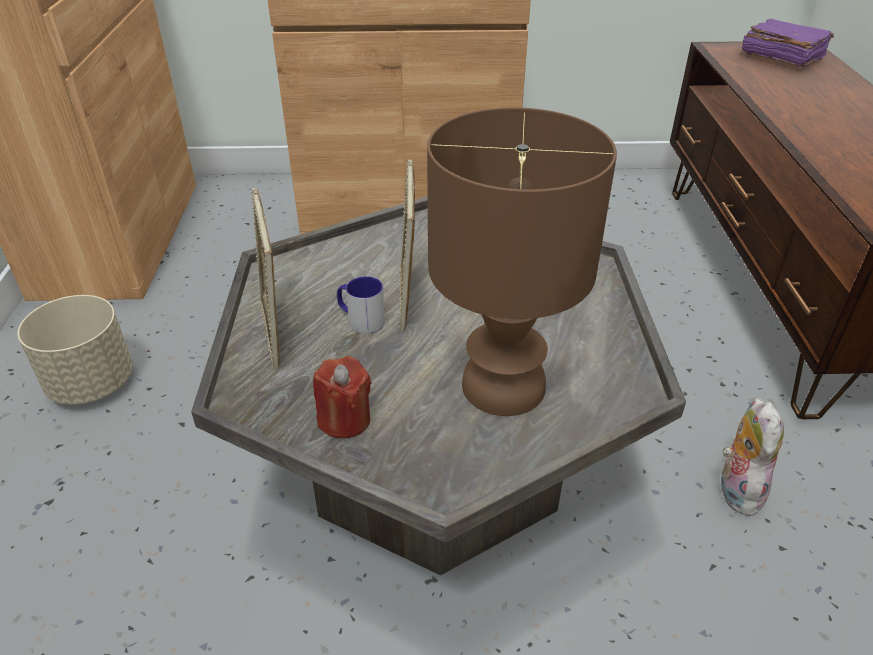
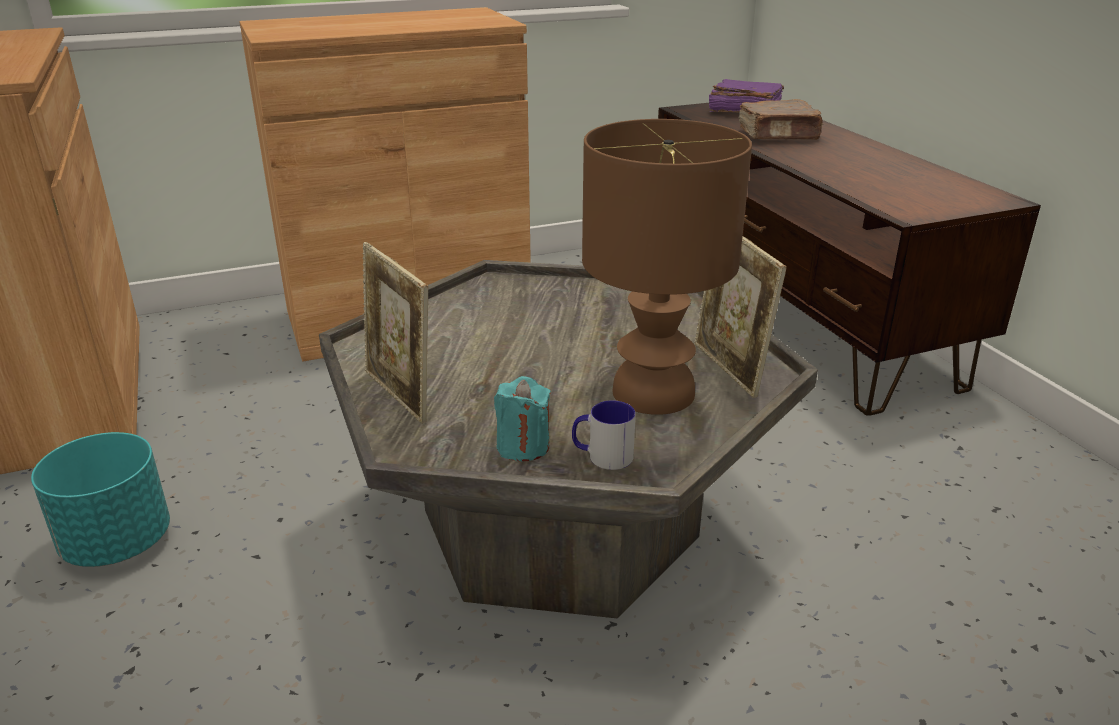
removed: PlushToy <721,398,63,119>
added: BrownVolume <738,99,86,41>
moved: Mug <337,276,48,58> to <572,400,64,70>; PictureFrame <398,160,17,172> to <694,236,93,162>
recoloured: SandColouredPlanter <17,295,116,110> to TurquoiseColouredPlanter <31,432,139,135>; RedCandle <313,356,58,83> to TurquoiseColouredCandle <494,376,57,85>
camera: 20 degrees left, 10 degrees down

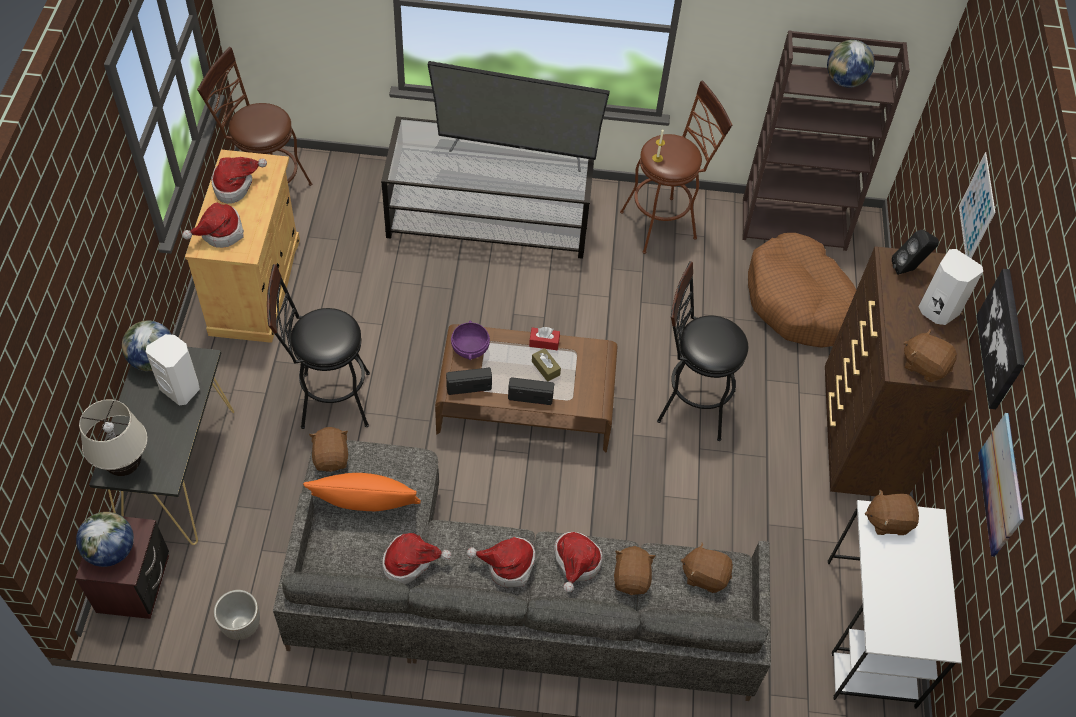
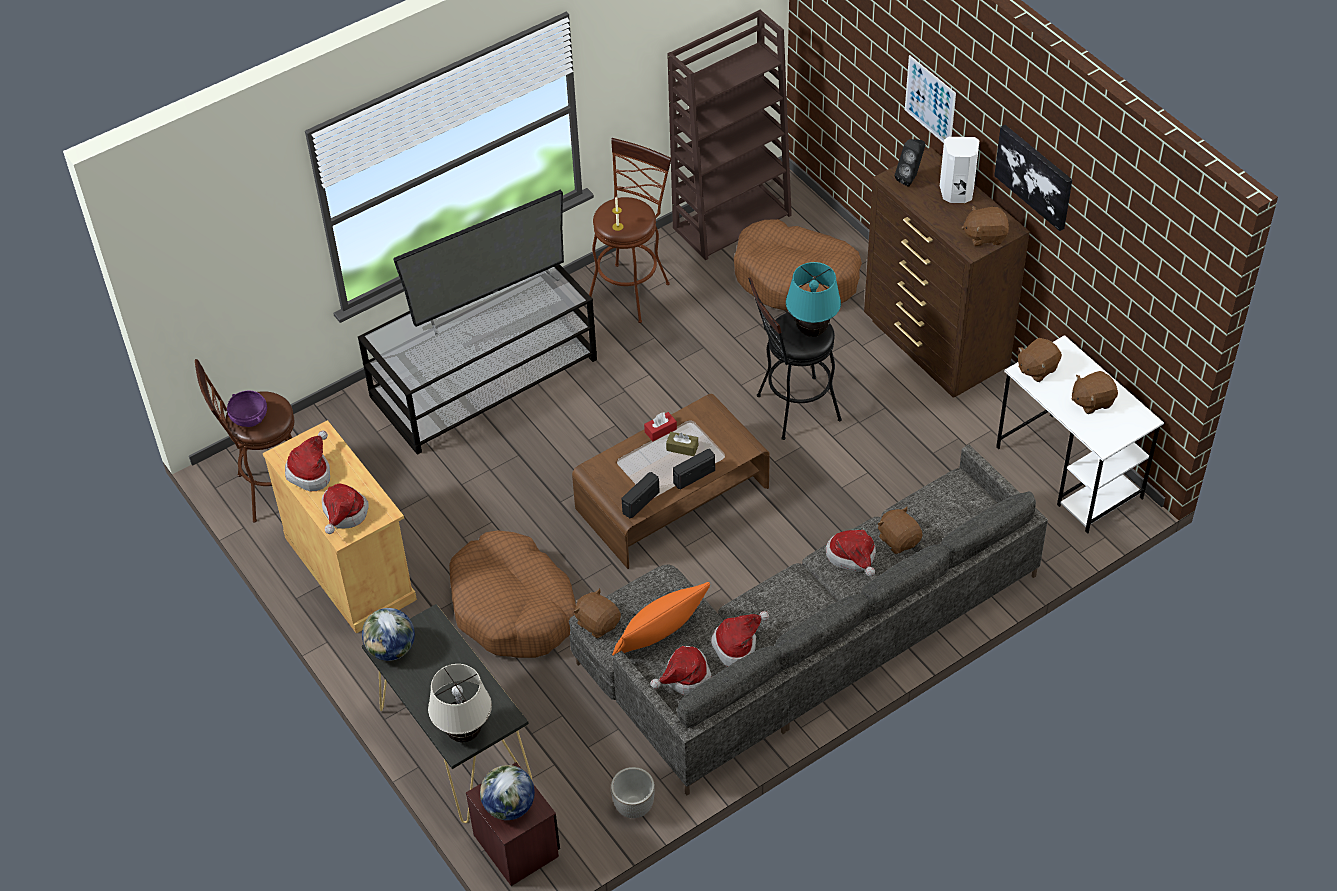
removed: WhiteLoudspeaker <146,334,54,71>; DeskGlobe <827,40,48,48>; WallPicture <978,413,46,144>
added: TurquoiseColouredTableLamp <786,262,55,75>
moved: PurpleColouredServingBowl <451,321,39,39> to <227,391,40,36>; ClothingHat <467,537,69,50> to <650,646,61,49>; BrownPlushToy <681,542,52,51> to <1071,371,47,43>
replaced: BlackStoolSeat <267,264,103,165> to BrownDogBed <449,530,127,128>
camera: 35 degrees left, 5 degrees down

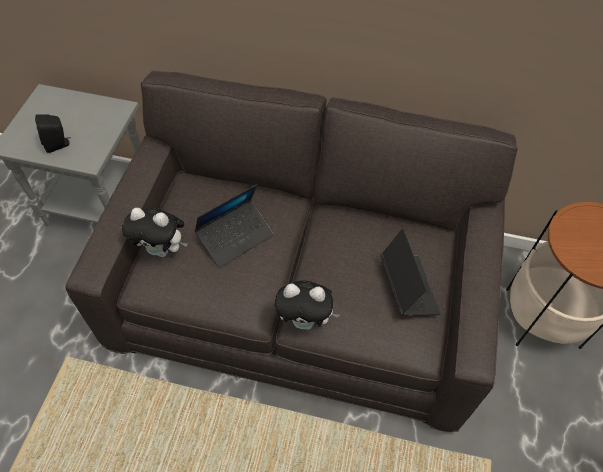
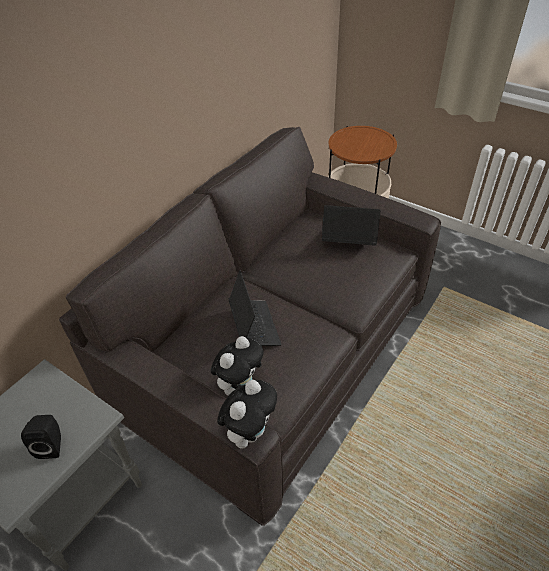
moved: PlushToy <275,280,65,50> to <217,380,60,68>
camera: 65 degrees left, 10 degrees down

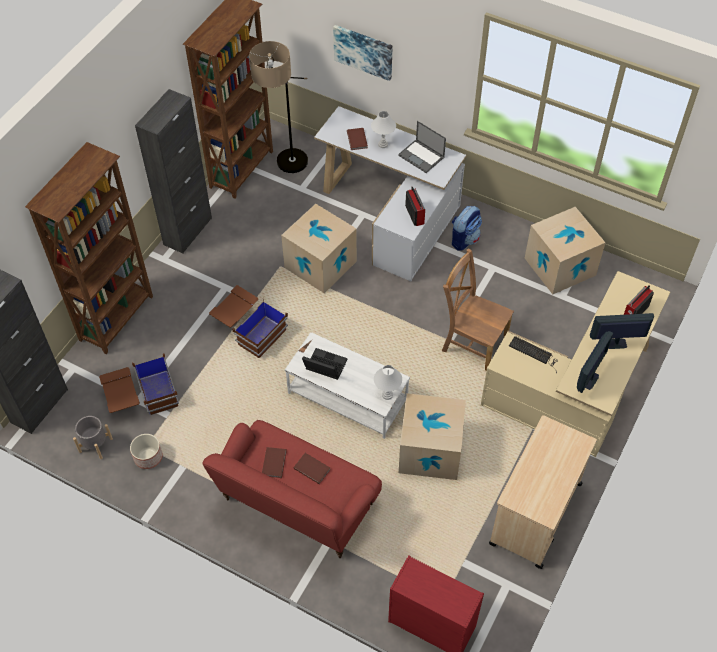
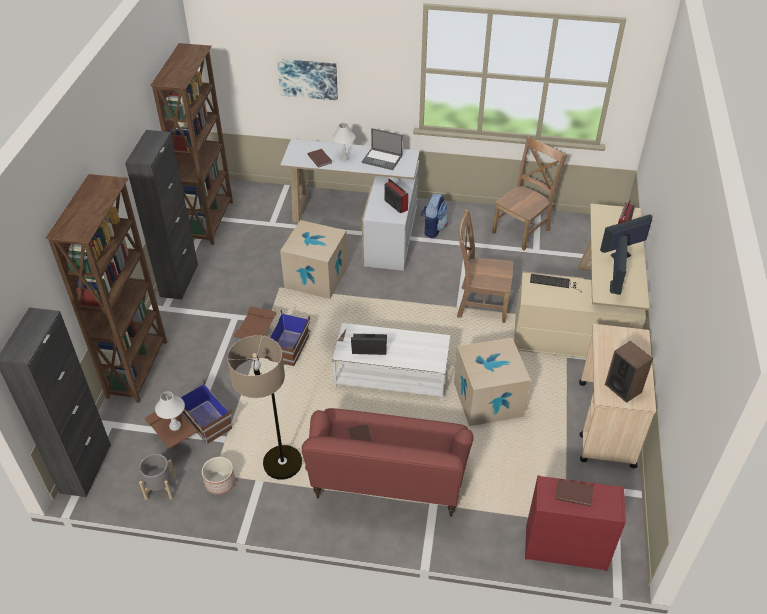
added: Loudspeaker <605,341,48,62>
moved: FloorLamp <249,41,59,132> to <227,335,75,144>; BrownVolume <293,453,38,31> to <555,479,38,28>; WhiteTableLamp <374,365,28,35> to <155,391,30,40>
replaced: CardboardBox <525,207,81,87> to BrownPlainChair <492,136,76,114>
camera: 20 degrees left, 10 degrees down

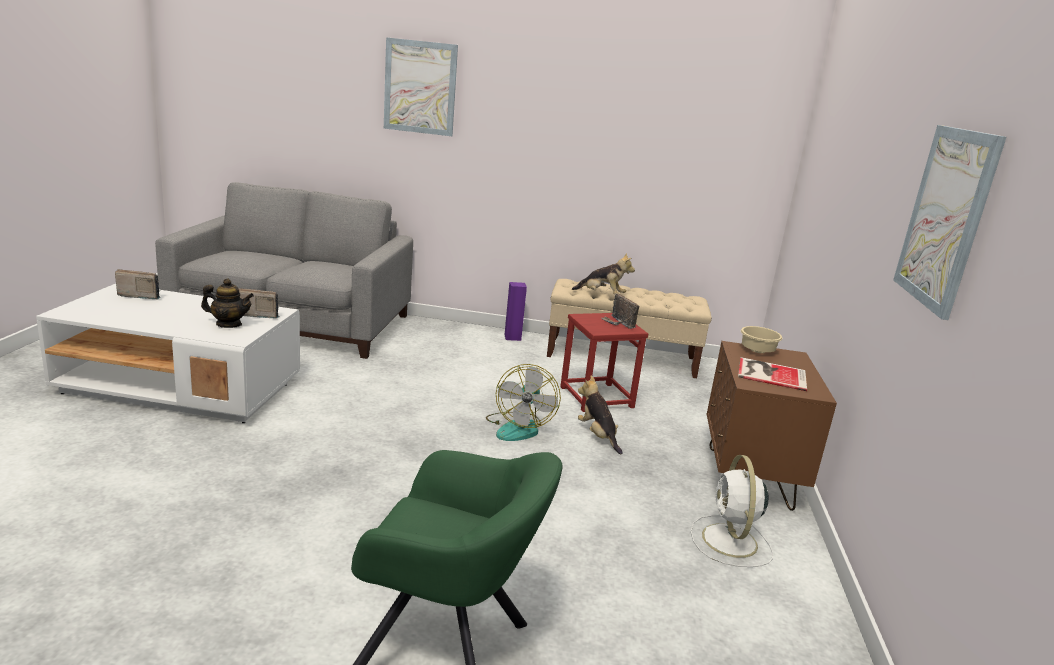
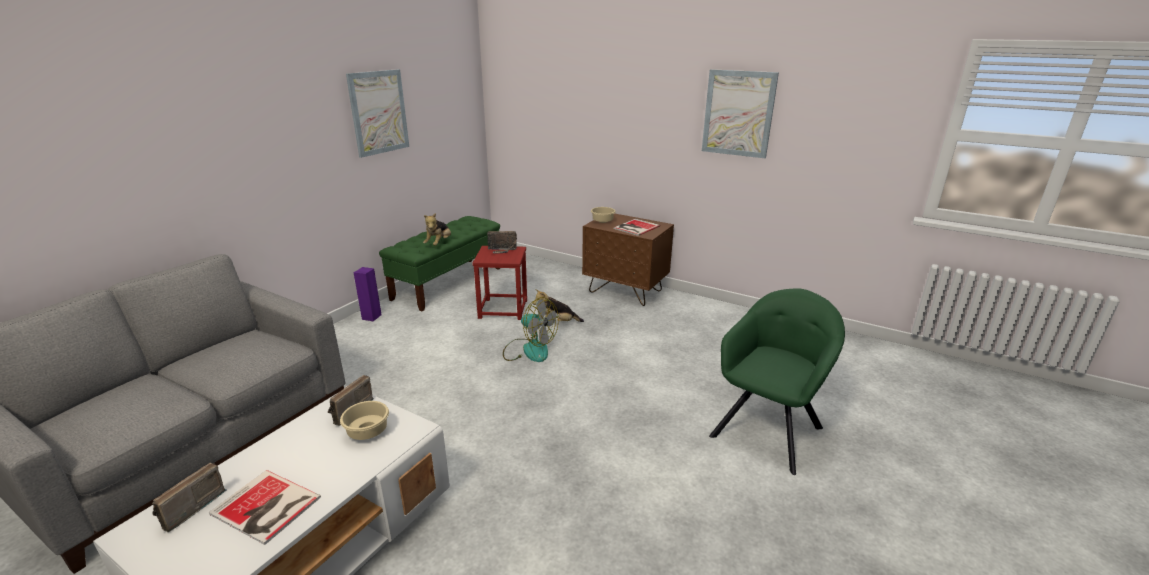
removed: WhiteElectricFan <691,455,82,112>
added: Volume <209,470,112,75>
moved: WallPicture <384,37,74,99> to <346,69,63,89>
replaced: TeaPot <201,278,53,50> to SandColouredServingBowl <340,401,49,39>
recoloured: SandColouredBench <547,279,165,99> to GreenishBench <379,216,121,95>
turned: PlushToy <572,253,63,42> = <423,213,28,33> 150 degrees clockwise
camera: 65 degrees left, 5 degrees up

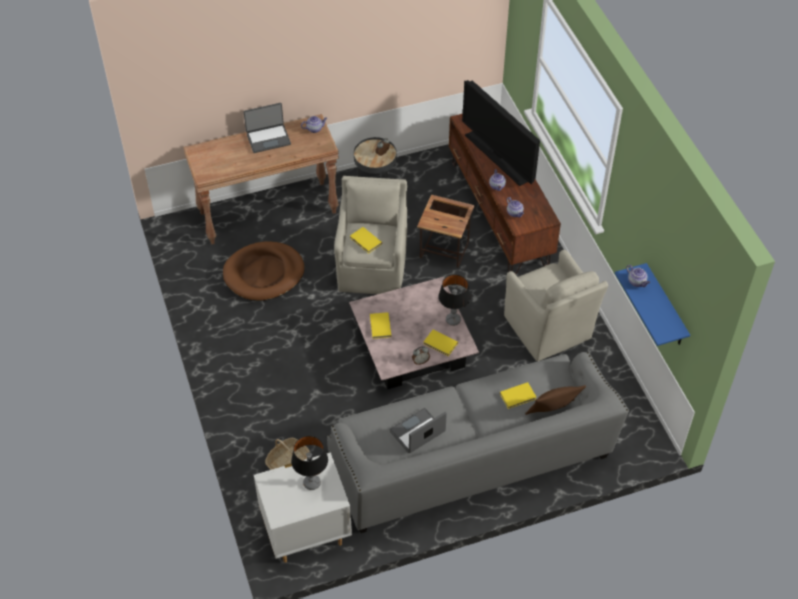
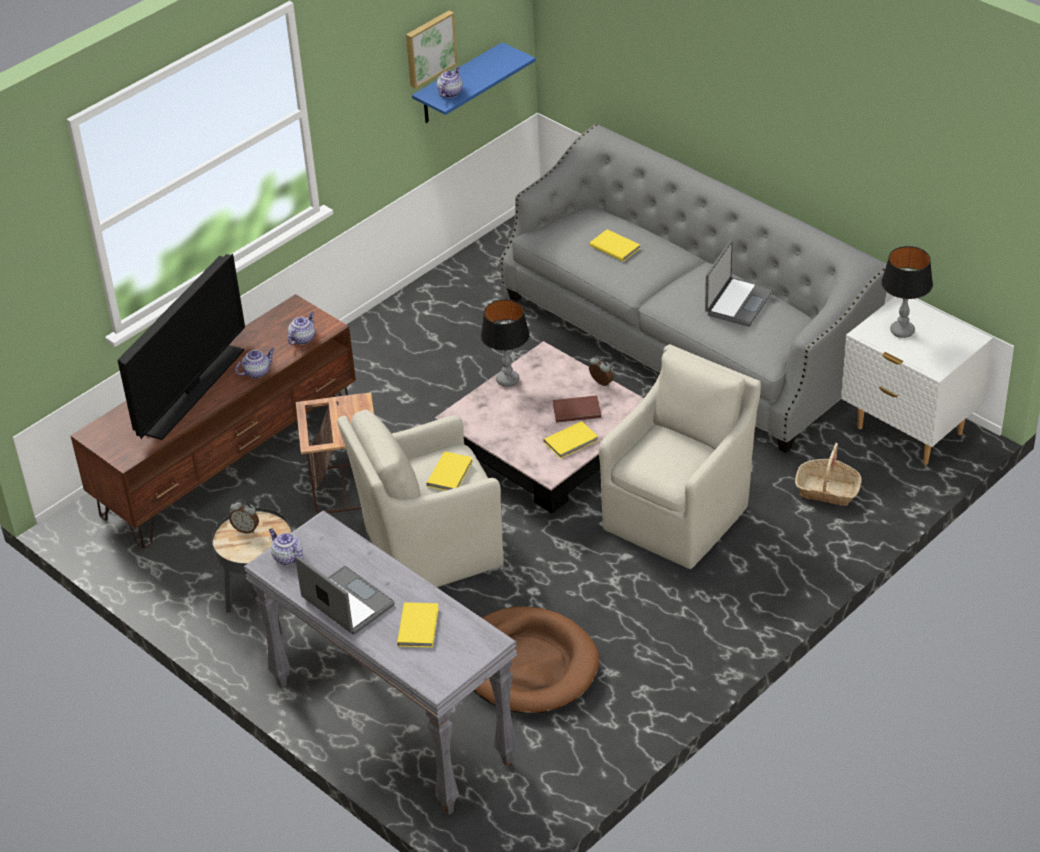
removed: BrownThrowPillow <525,385,61,30>
added: WallPicture <406,10,52,79>; BrownVolume <553,395,48,28>
moved: YellowVolume <424,330,34,26> to <397,602,42,46>; SandColouredLoungeChair <504,250,104,112> to <599,344,162,225>
recoloured: BrownNarrowTable <183,114,156,131> to GreyNarrowTable <244,510,274,305>
turned: NotebookComputer <390,408,57,45> = <705,240,69,87> 90 degrees counterclockwise
camera: 115 degrees left, 10 degrees down

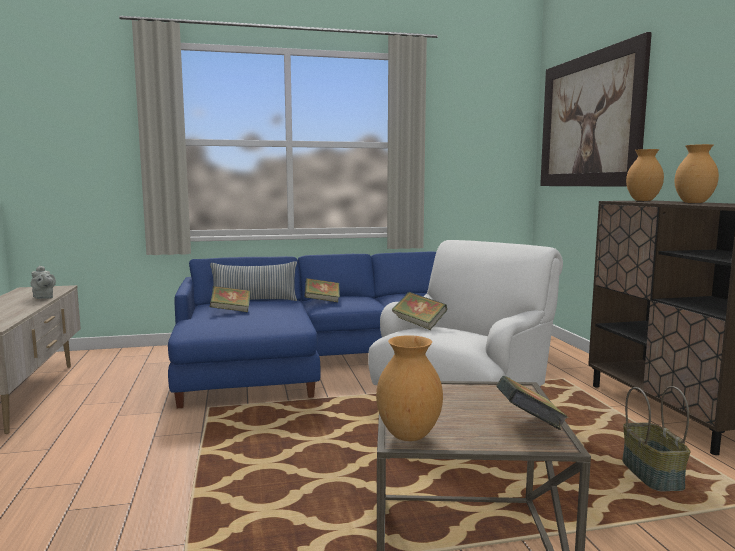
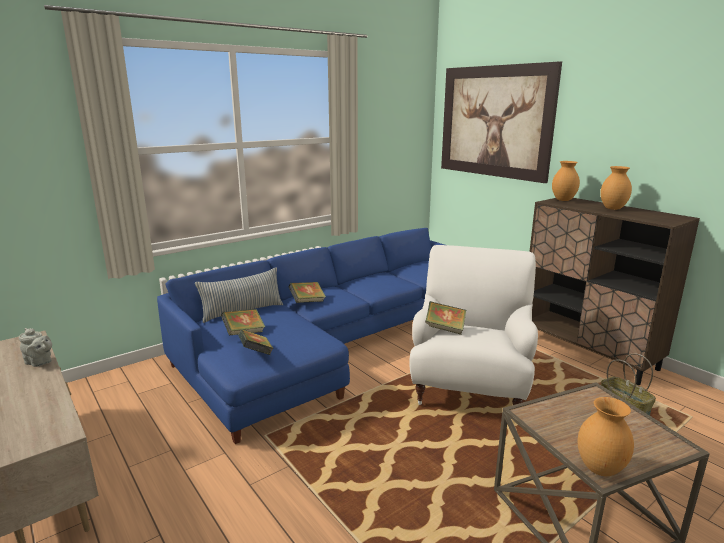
moved: Volume <496,376,73,54> to <238,329,36,26>
camera: 25 degrees left, 10 degrees up

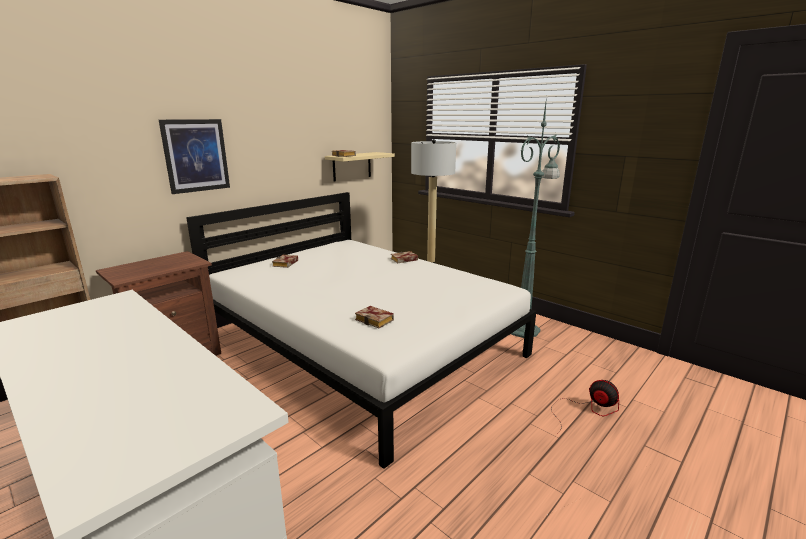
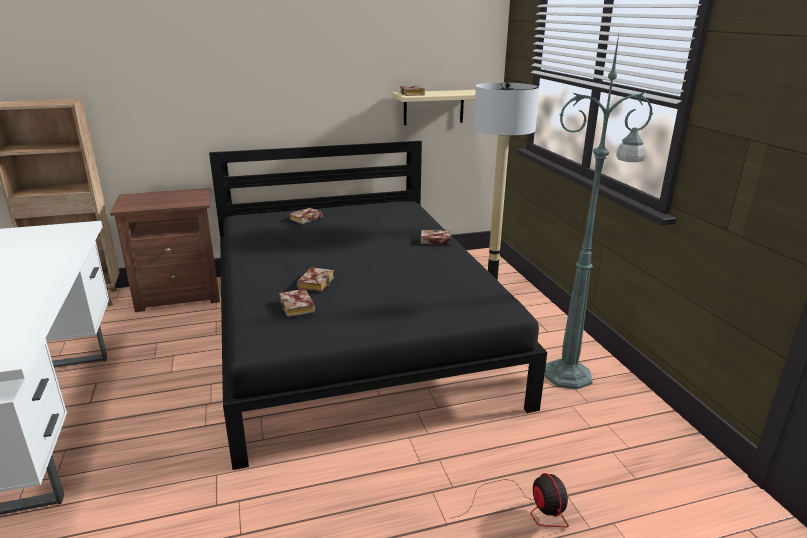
removed: WallPicture <159,119,71,75>
added: Volume <297,267,37,25>
recoloured: WhiteBedroomBed <186,192,350,277> to BlackBedroomBed <209,141,338,329>
camera: 30 degrees right, 5 degrees up

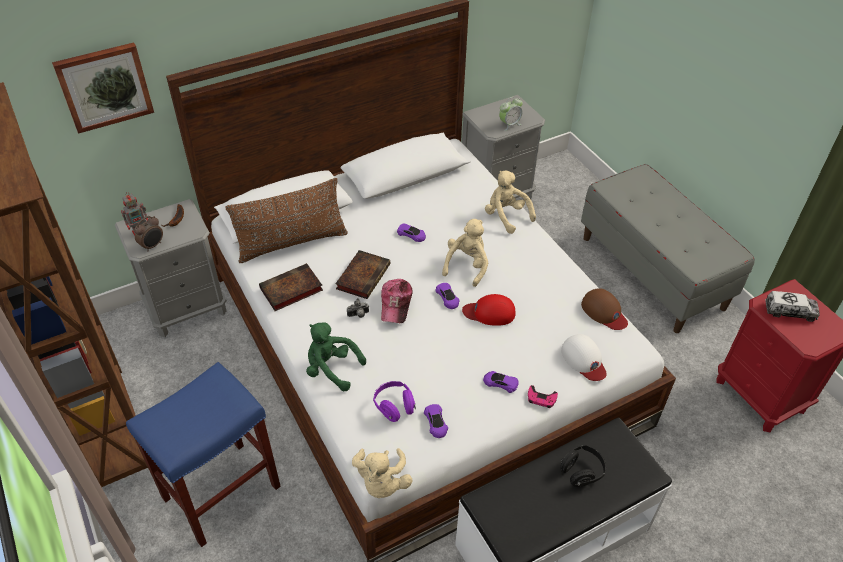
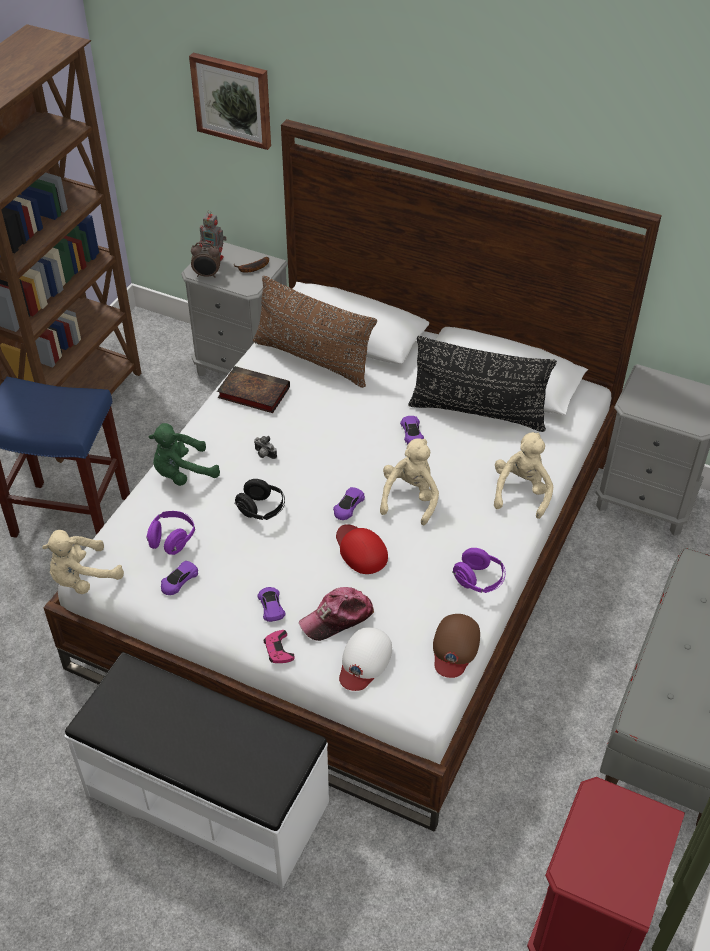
removed: Volume <335,250,55,49>; TableClock <499,97,24,34>; ModelTruck <765,291,55,31>
added: BlackThrowPillow <408,336,149,96>; PurpleColouredPairOfHeadphones <452,548,54,45>
moved: PeakedCap <381,279,32,44> to <299,587,75,54>; BlackPairOfHeadphones <560,445,46,42> to <234,479,51,41>
turned: GreenishPlushToy <306,322,60,69> = <149,423,71,63> 105 degrees counterclockwise; SandColouredPlushToy <442,219,46,68> = <380,438,59,88> 60 degrees counterclockwise
camera: 55 degrees right, 0 degrees up

